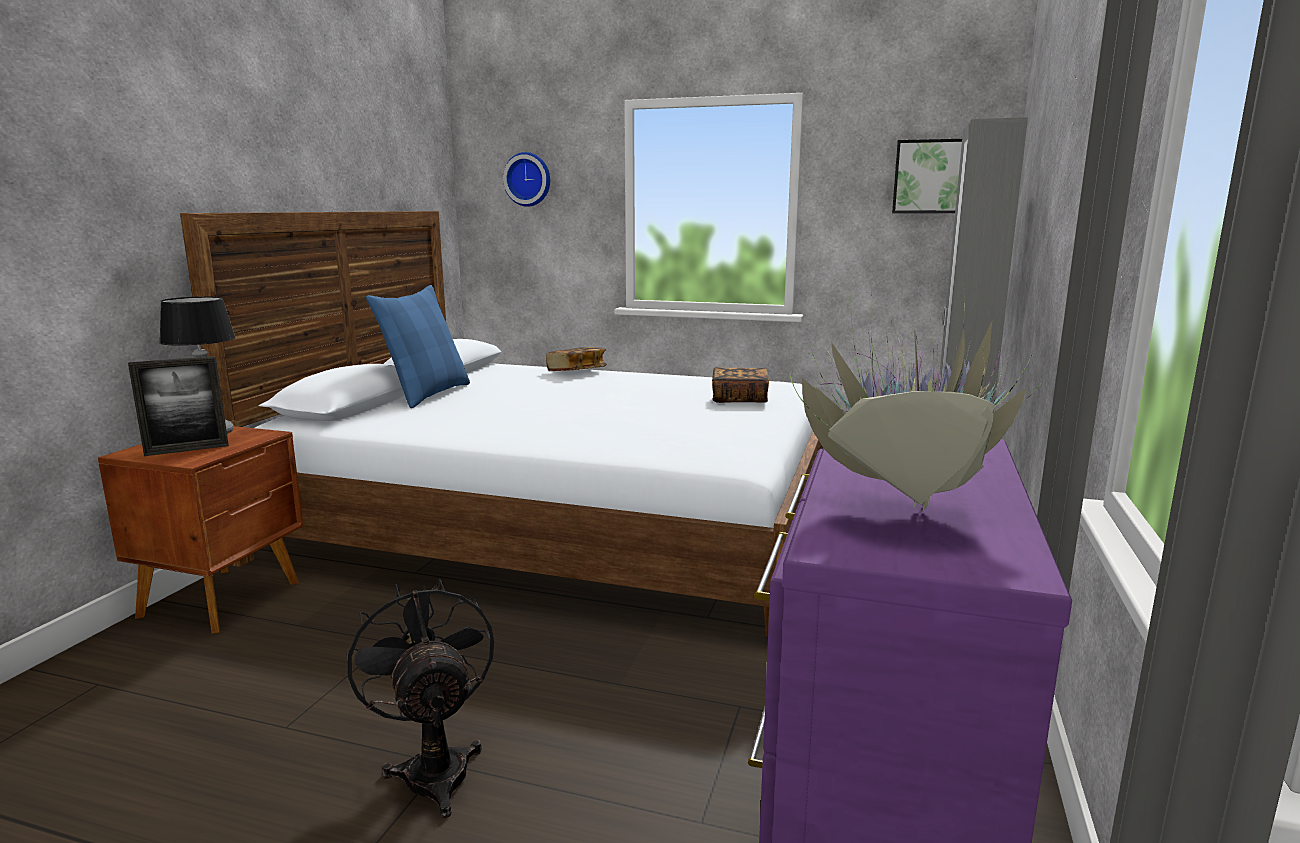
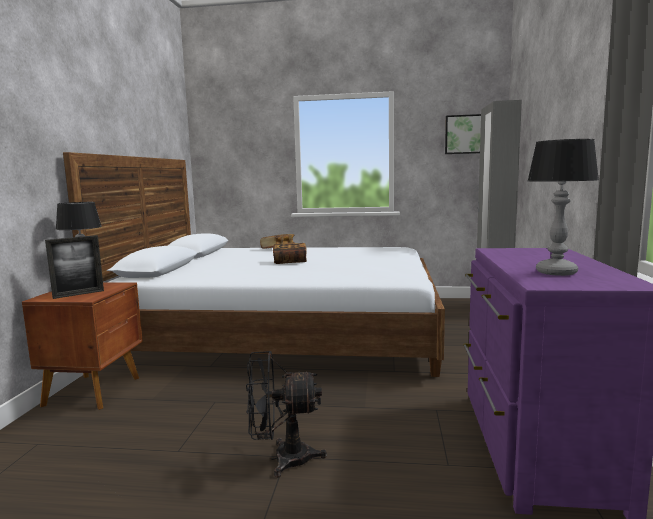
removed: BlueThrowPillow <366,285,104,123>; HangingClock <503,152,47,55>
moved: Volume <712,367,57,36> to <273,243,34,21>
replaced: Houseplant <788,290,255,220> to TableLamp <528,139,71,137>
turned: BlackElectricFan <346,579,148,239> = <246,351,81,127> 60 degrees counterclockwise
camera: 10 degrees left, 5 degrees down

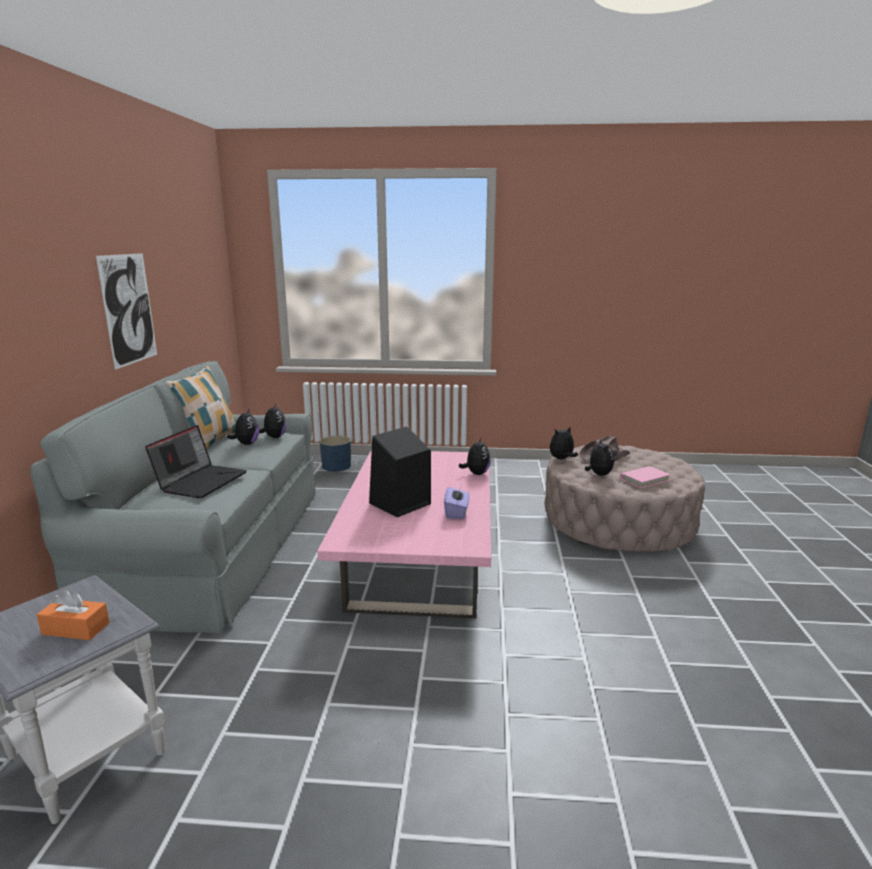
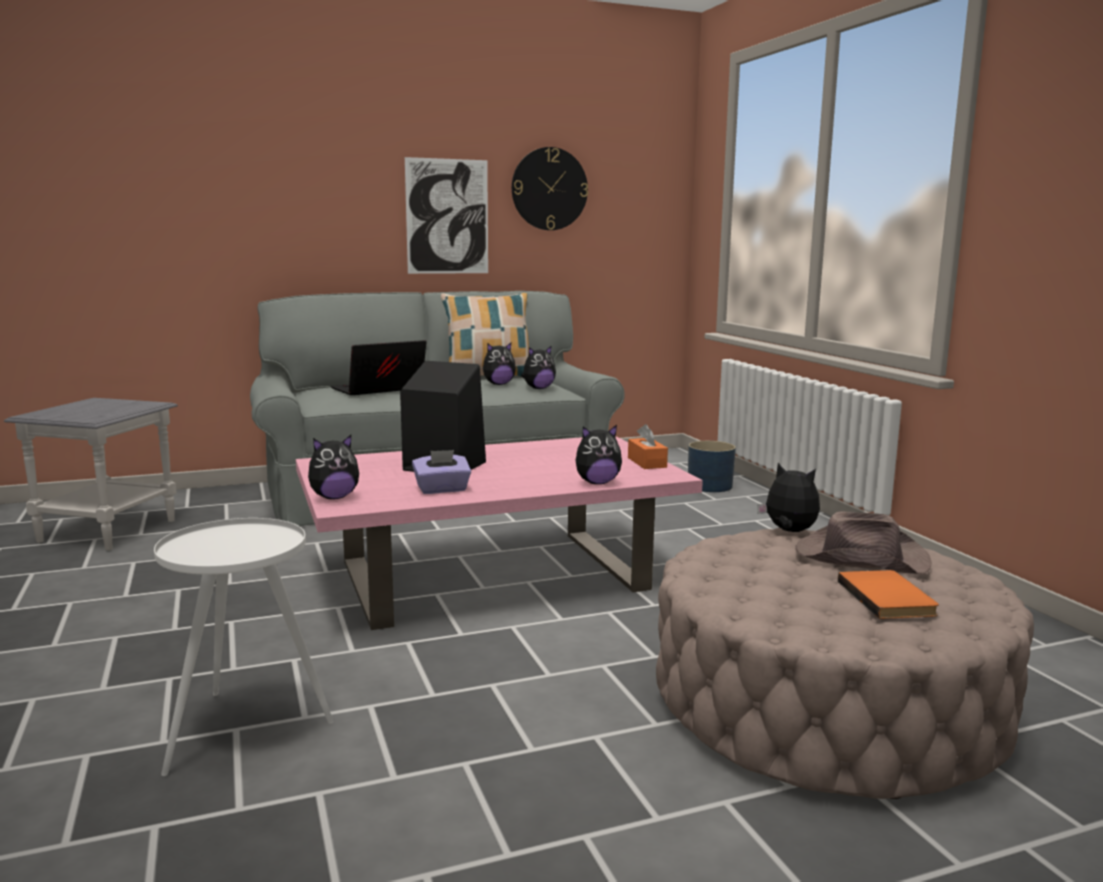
removed: PinkColouredVolume <620,466,51,23>
added: WhiteAccentTable <154,518,180,258>; HangingClock <512,147,76,83>; OrangeyVolume <838,570,101,49>
moved: OrangeyBoxOfTissues <37,589,73,51> to <628,424,40,45>; PlushToy <585,439,29,37> to <308,435,51,64>
turned: NotebookComputer <145,425,102,73> = <330,340,96,55> 150 degrees clockwise
camera: 65 degrees right, 5 degrees down

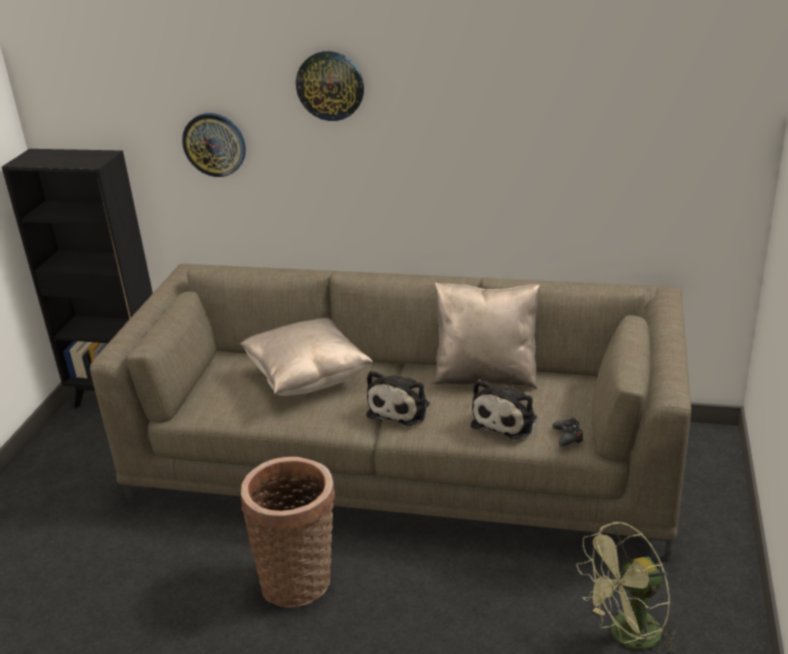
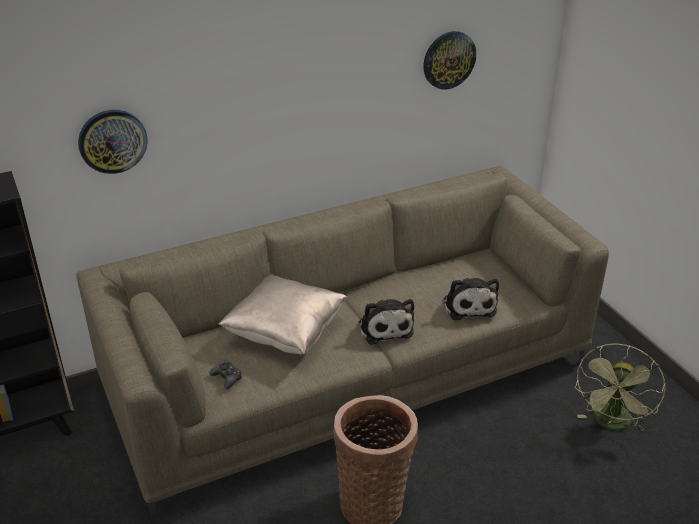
removed: SandColouredThrowPillow <433,282,107,107>
moved: HangingClock <296,51,68,70> to <423,31,53,59>; BlackGameController <552,417,32,29> to <210,360,32,29>
camera: 40 degrees left, 5 degrees up

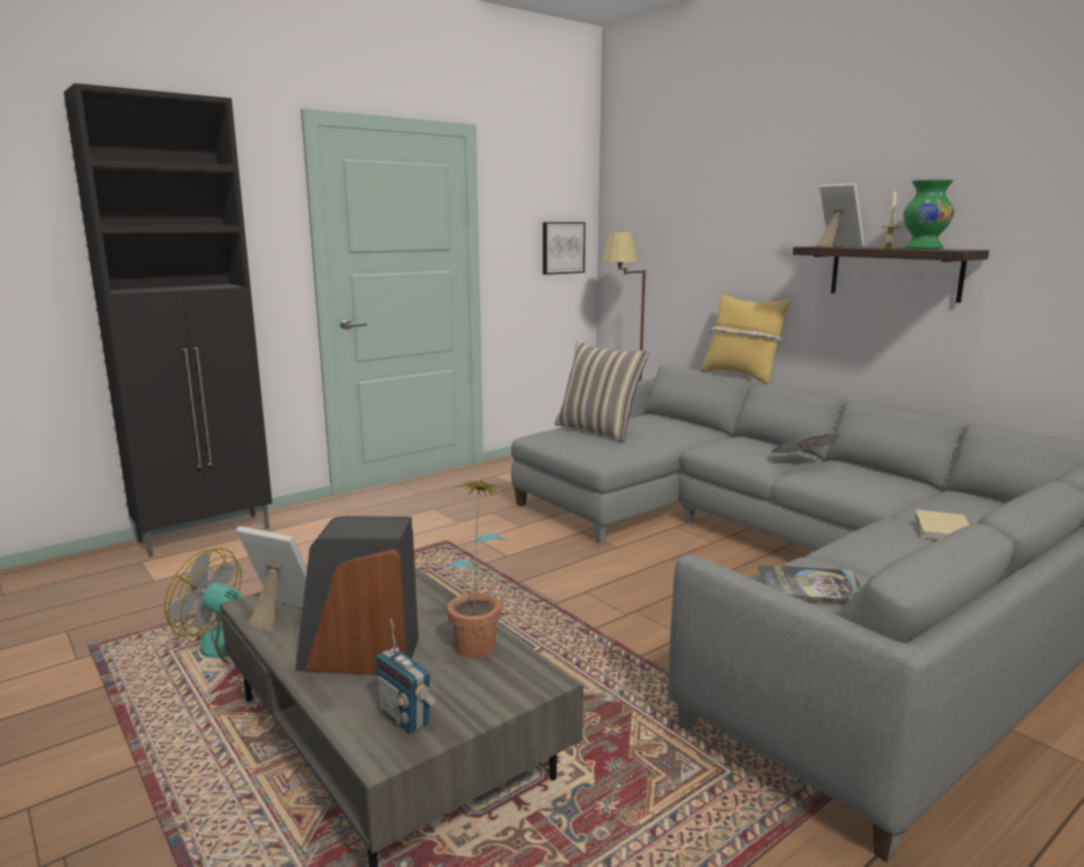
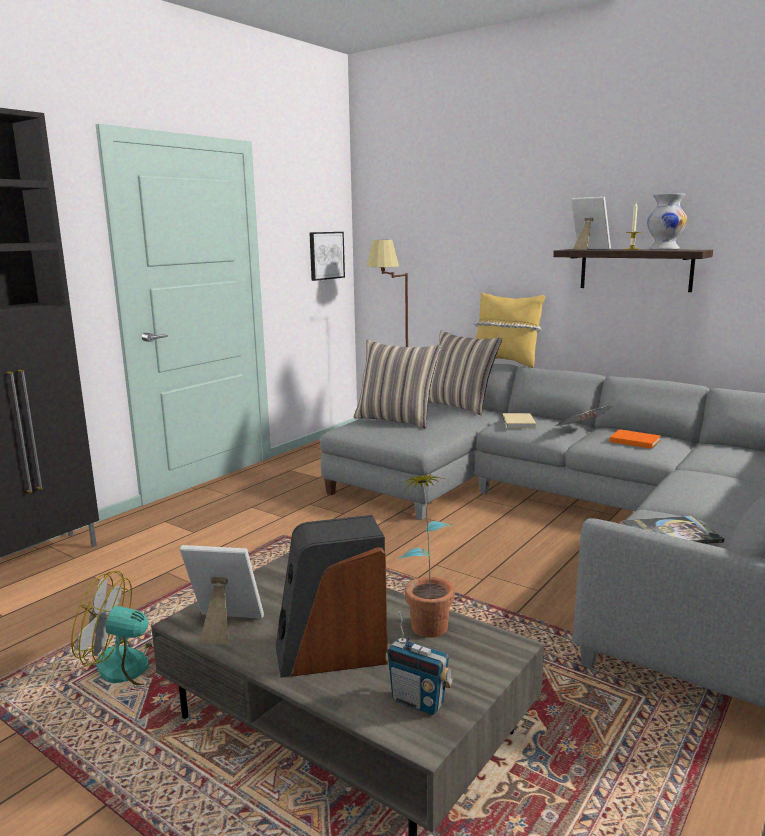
added: ThrowPillow <428,330,74,85>; OrangeyVolume <609,429,52,20>
moved: SandColouredVolume <915,510,54,30> to <502,413,34,15>
recoloured: GreenishVase <903,179,51,70> to WhiteVase <647,194,40,56>
camera: 15 degrees left, 0 degrees up

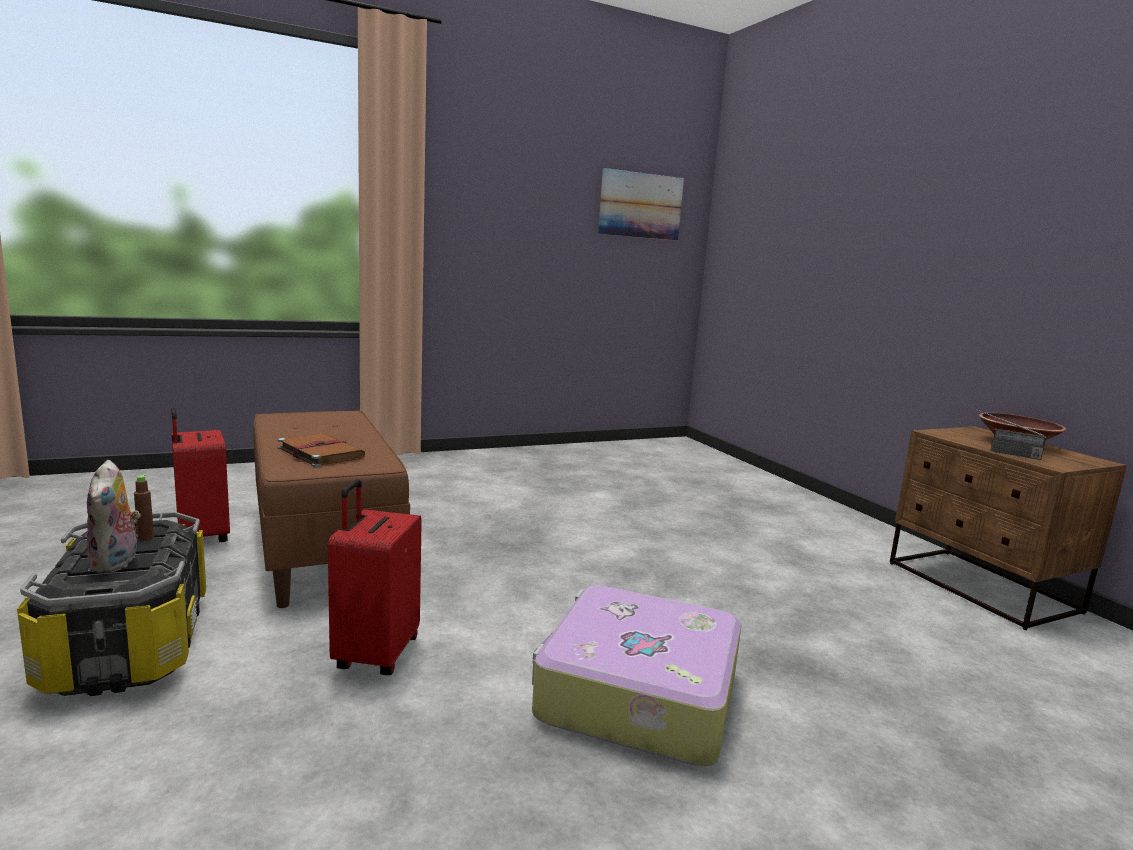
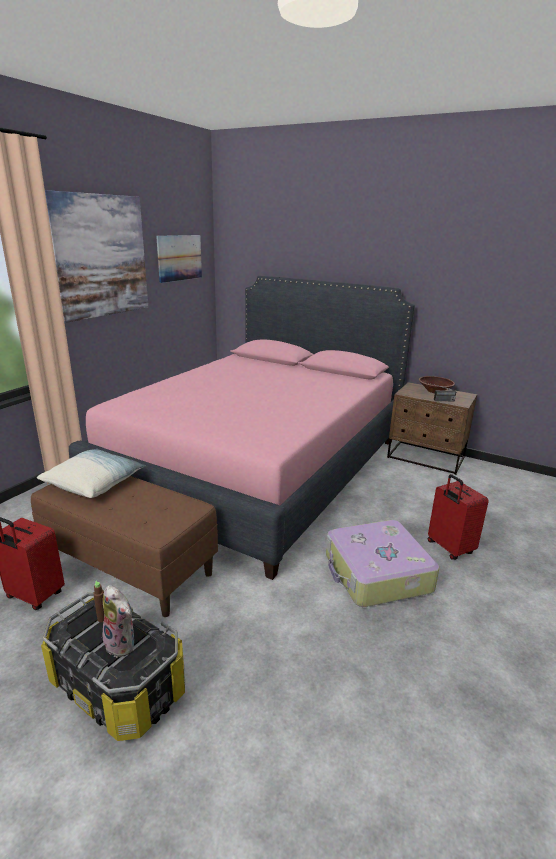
removed: BrownVolume <277,433,88,34>
added: ThrowPillow <37,449,109,49>; WallPicture <45,190,103,133>; PinkColouredBedroomBed <69,276,346,304>
moved: RedPieceOfLuggage <328,479,94,196> to <428,474,61,86>
camera: 35 degrees left, 10 degrees up

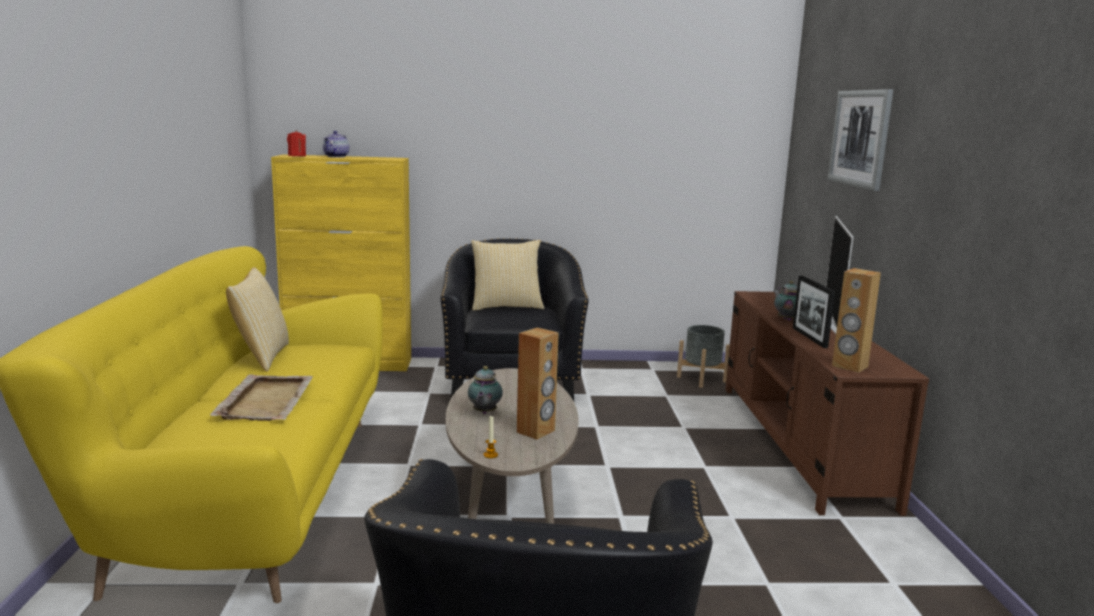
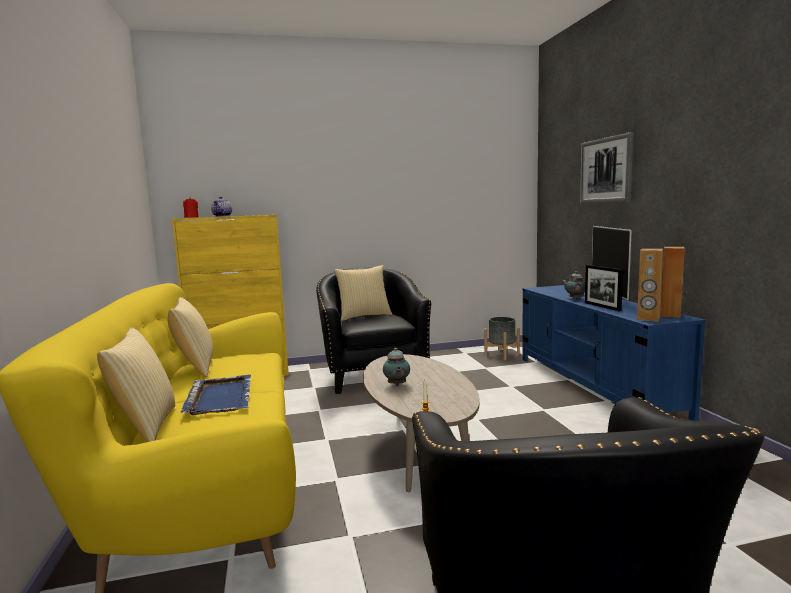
added: ThrowPillow <97,327,78,115>
moved: BrownLoudspeaker <517,327,42,113> to <661,247,24,71>
recoloured: SandColouredTray <210,374,103,47> to BlueTray <180,375,71,40>; BrownTvUnit <725,291,204,225> to BlueTvUnit <522,285,183,136>
camera: 10 degrees left, 5 degrees down

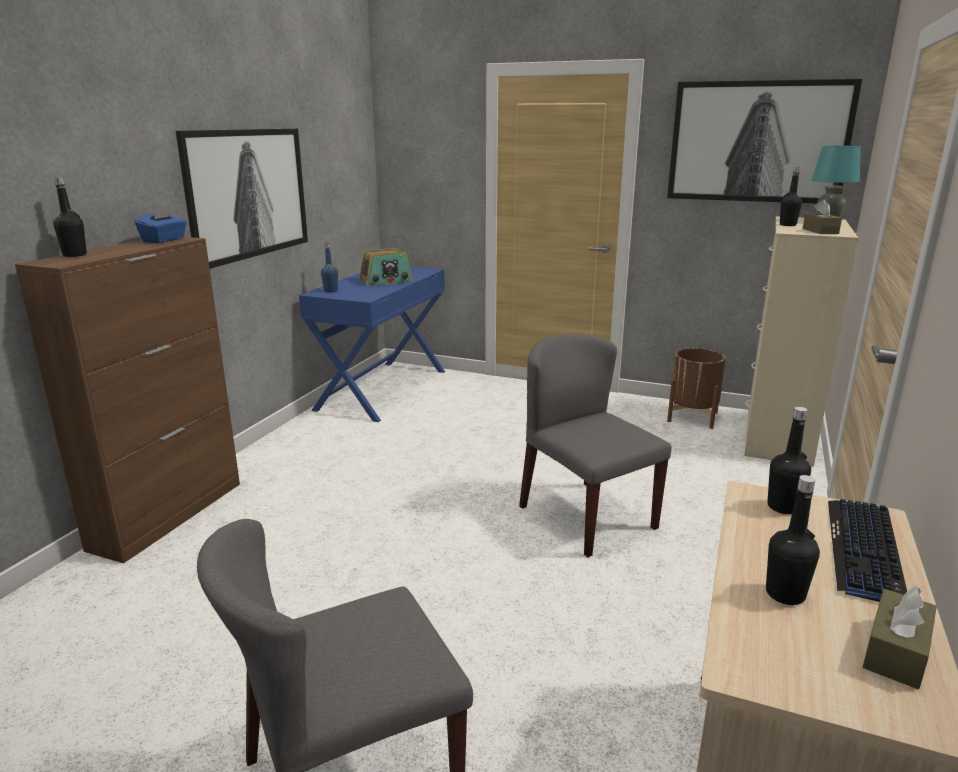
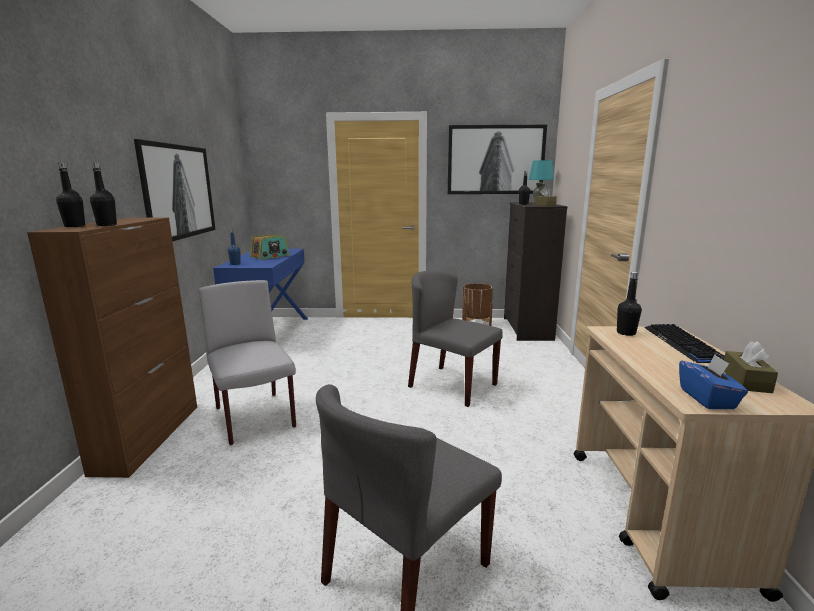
added: GreyPlainChair <198,280,98,165>
moved: BlueBoxOfTissues <134,206,53,37> to <679,355,69,54>; BlackBeverageBottle <766,475,54,130> to <90,163,27,63>
recoloured: SandColouredDrawerChest <744,217,114,250> to BlackDrawerChest <504,202,64,139>
camera: 20 degrees left, 5 degrees down

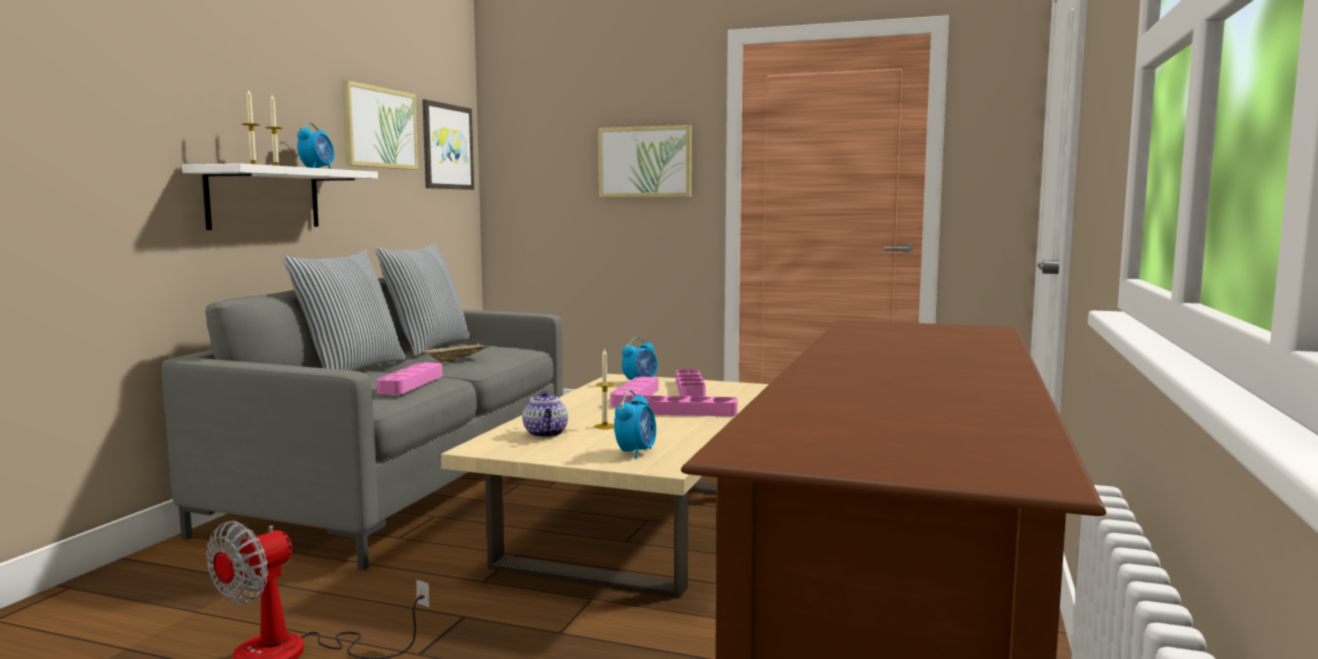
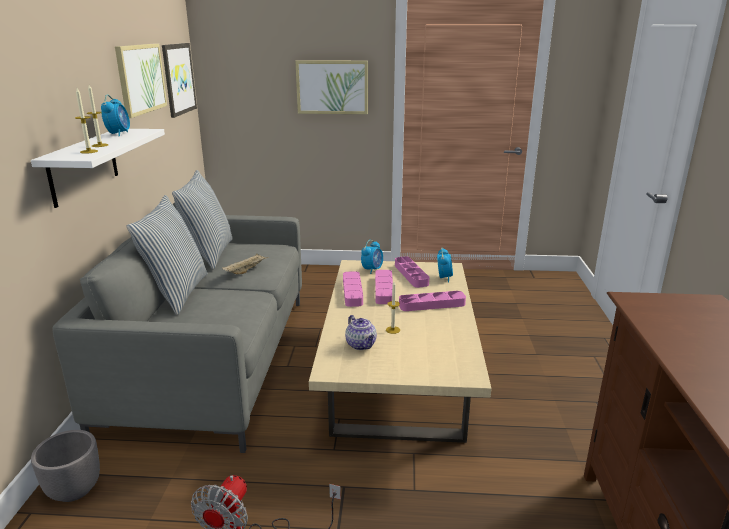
added: GreyPlanter <31,430,69,72>
moved: PinkColouredTray <376,362,67,33> to <343,271,20,36>; TableClock <614,390,42,69> to <437,247,16,35>
camera: 15 degrees left, 15 degrees up

